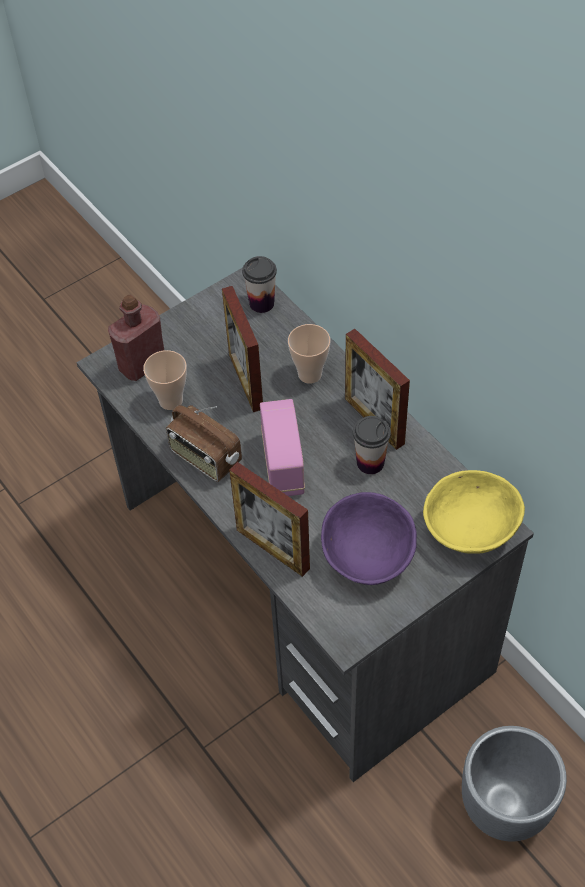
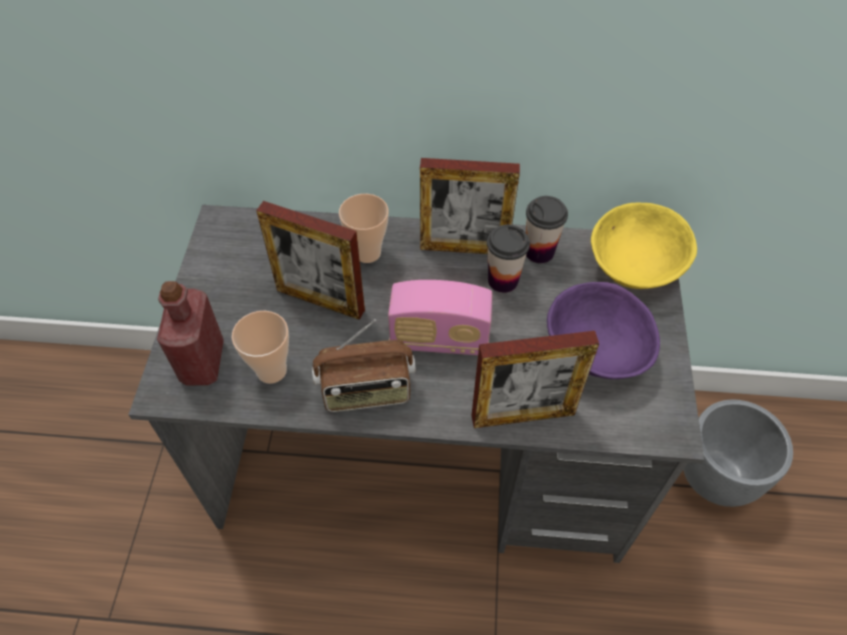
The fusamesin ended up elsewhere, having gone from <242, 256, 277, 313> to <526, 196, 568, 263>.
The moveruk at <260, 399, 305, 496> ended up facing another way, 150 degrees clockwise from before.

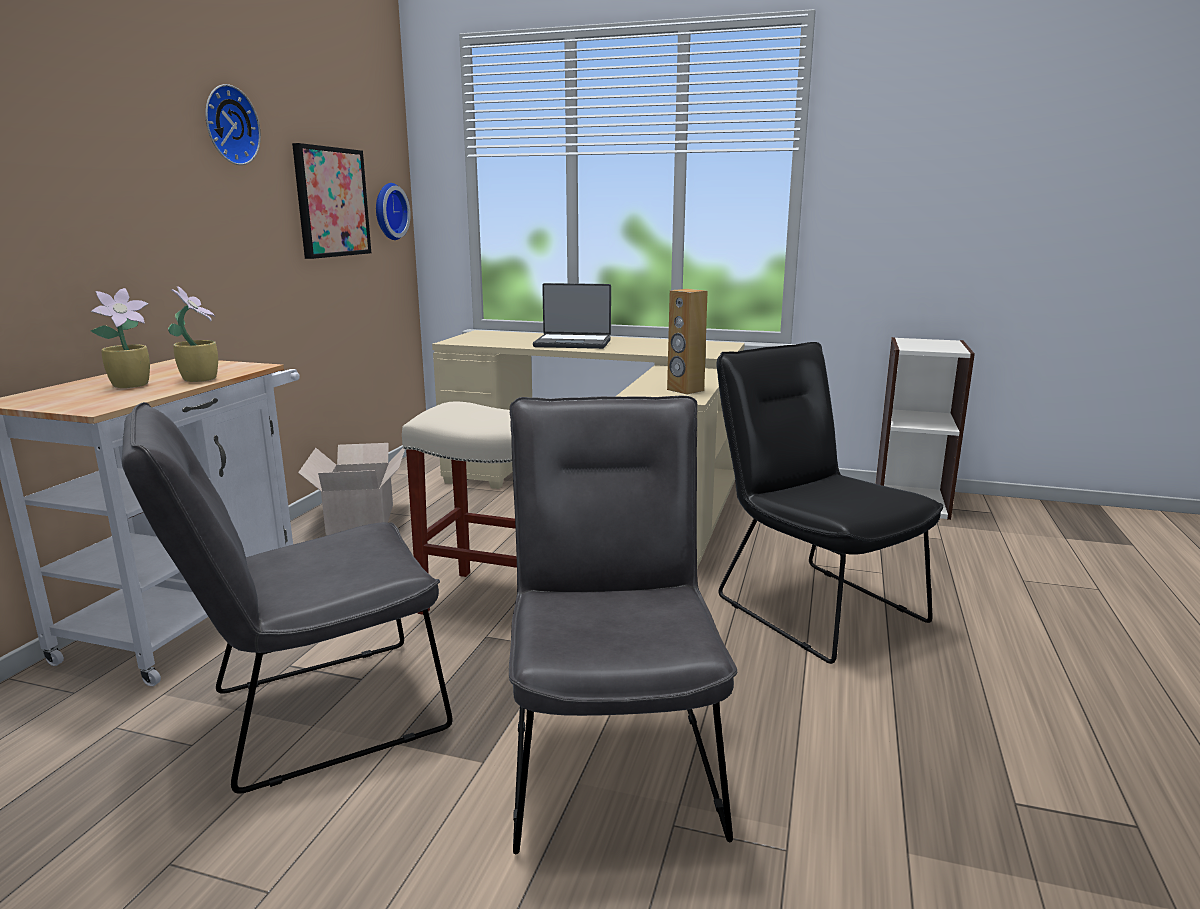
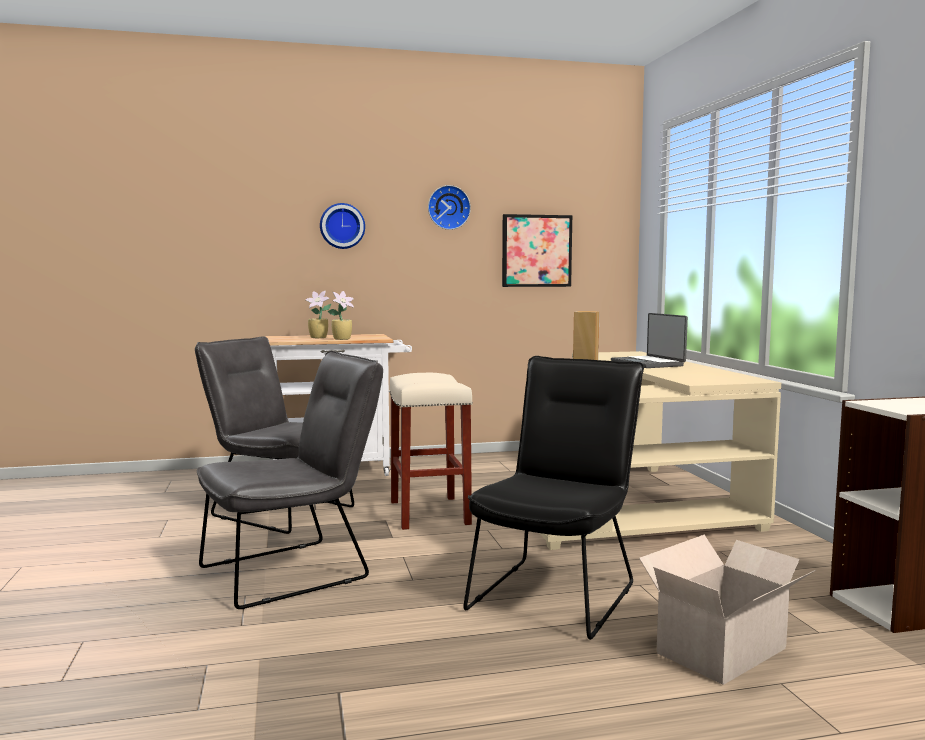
The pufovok ended up elsewhere, having gone from <298, 443, 405, 536> to <639, 535, 816, 685>.
The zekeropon ended up elsewhere, having gone from <376, 183, 411, 240> to <320, 203, 365, 249>.

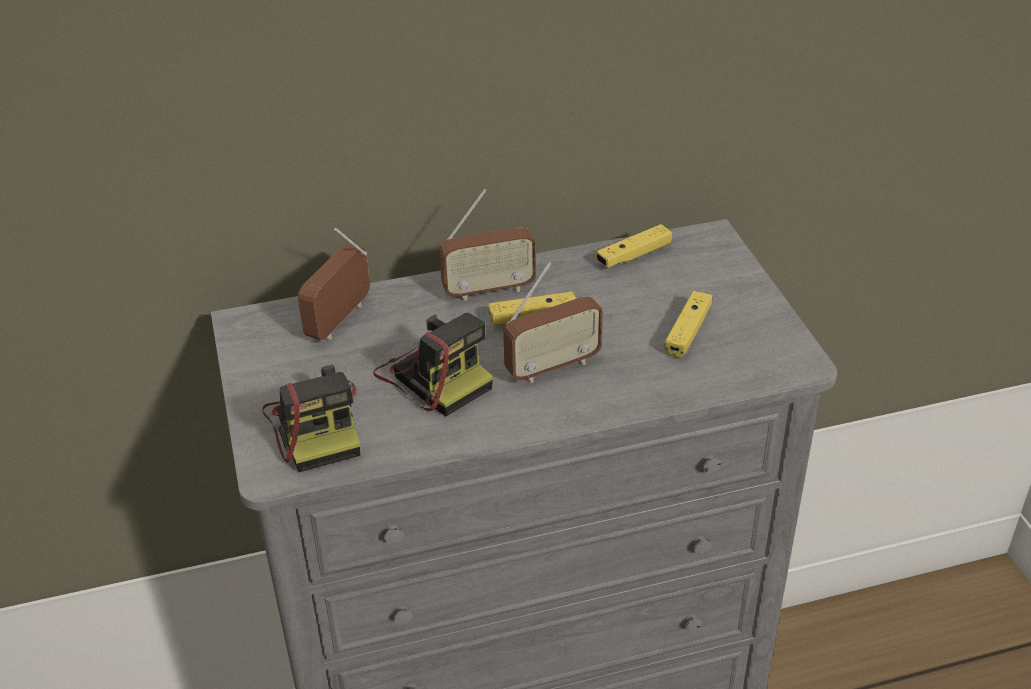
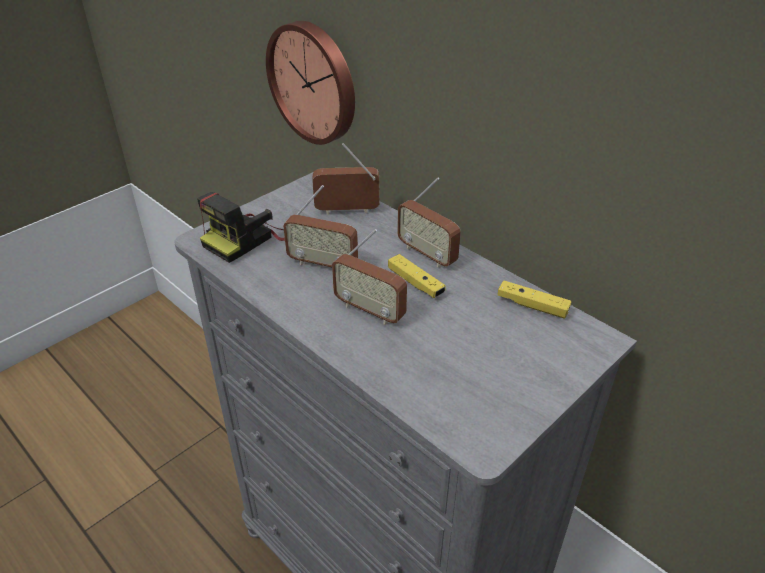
The second view lost the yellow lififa at <665, 291, 712, 358>.
The second view gained the zekeropon at <266, 21, 355, 145>.
Where the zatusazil stood at <374, 313, 493, 416>, the moveruk came to stand at <283, 185, 358, 267>.

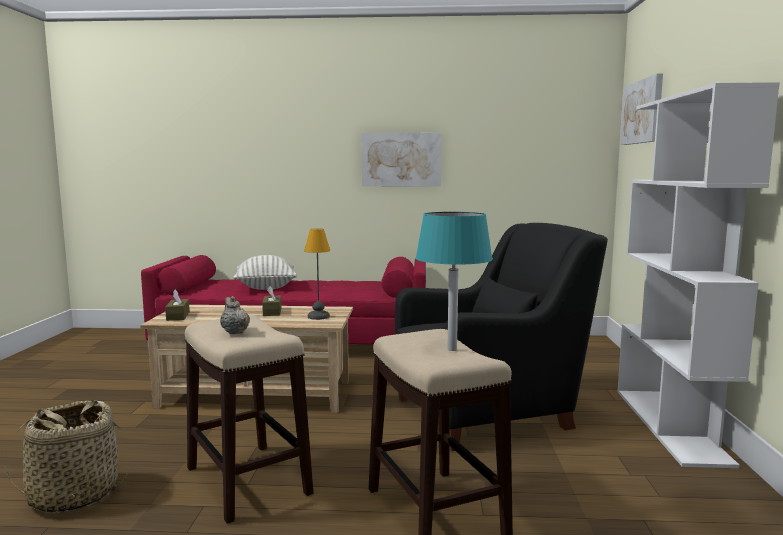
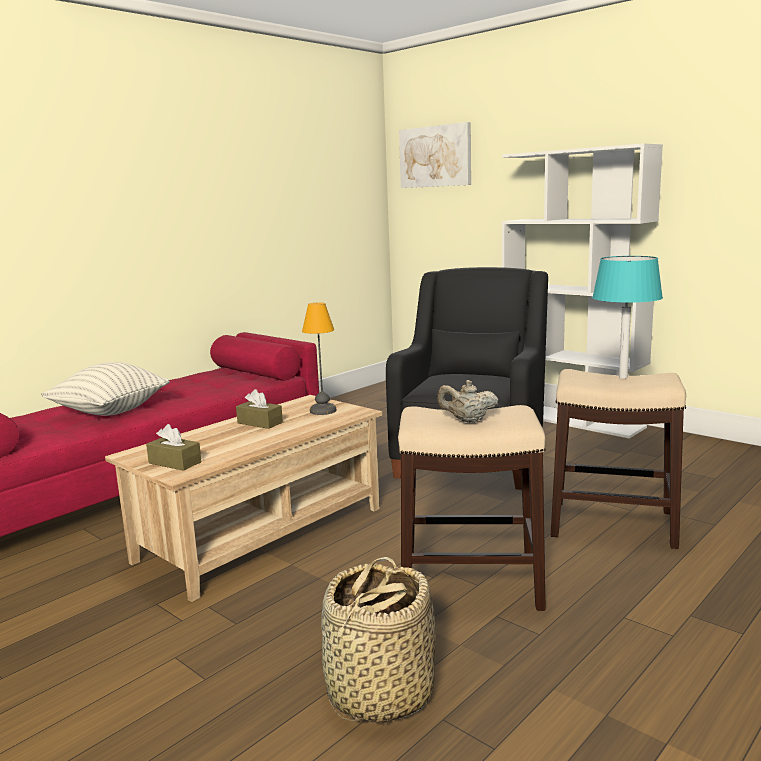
The second view lost the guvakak at <362, 132, 441, 186>.

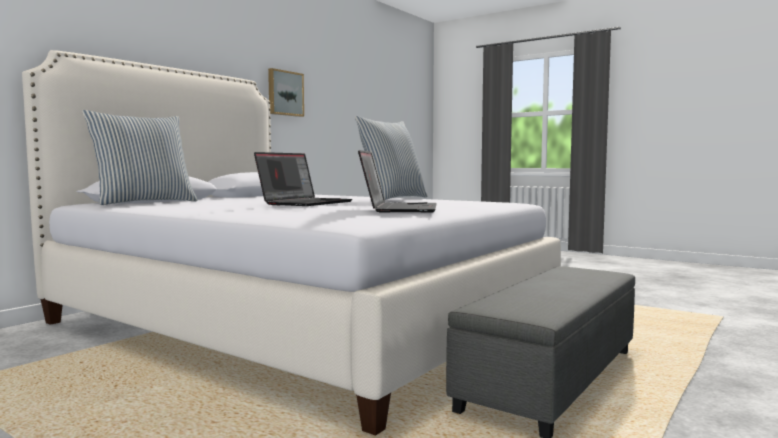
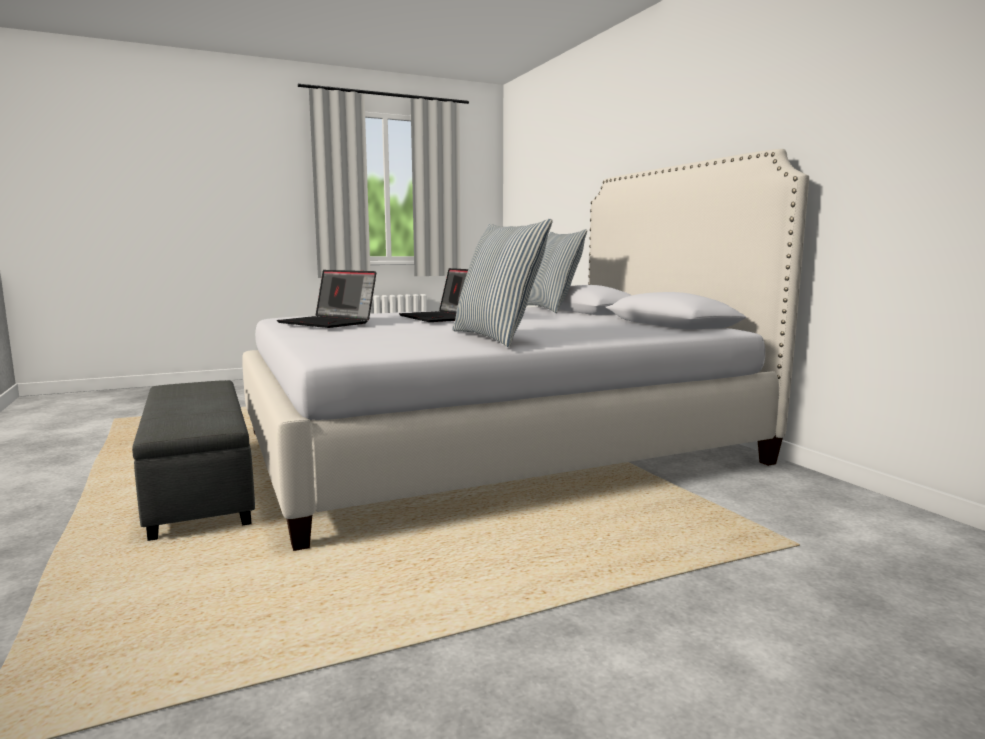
The second view lost the guvakak at <268, 68, 304, 117>.

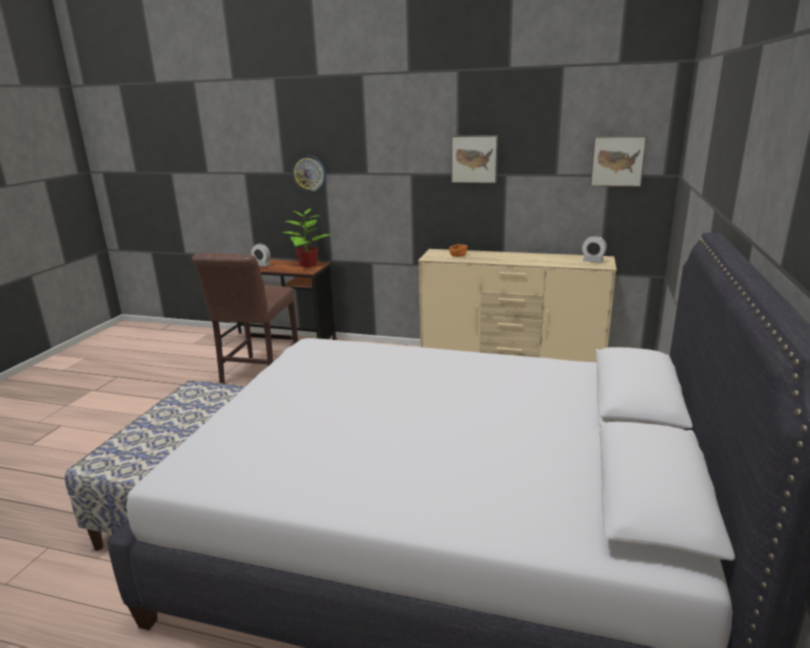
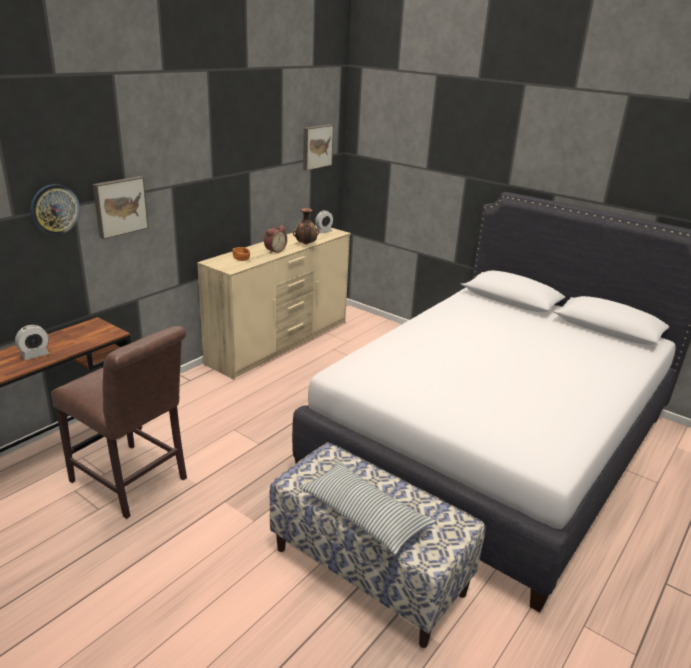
The second view lost the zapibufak at <282, 208, 333, 267>.
The second view gained the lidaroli at <264, 225, 287, 254>.
The second view gained the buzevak at <293, 208, 319, 245>.
The second view gained the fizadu at <299, 461, 436, 555>.
The guvakak ended up elsewhere, having gone from <451, 135, 498, 183> to <93, 176, 149, 239>.

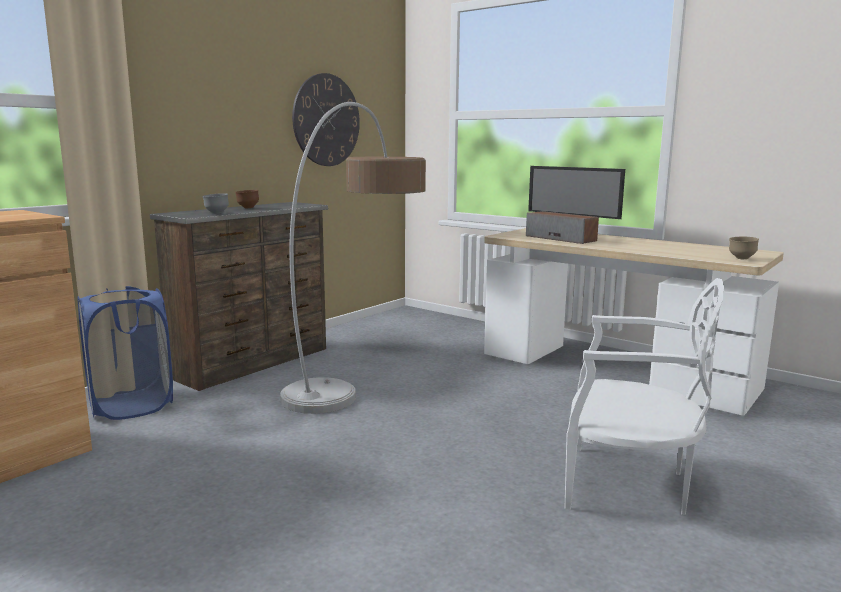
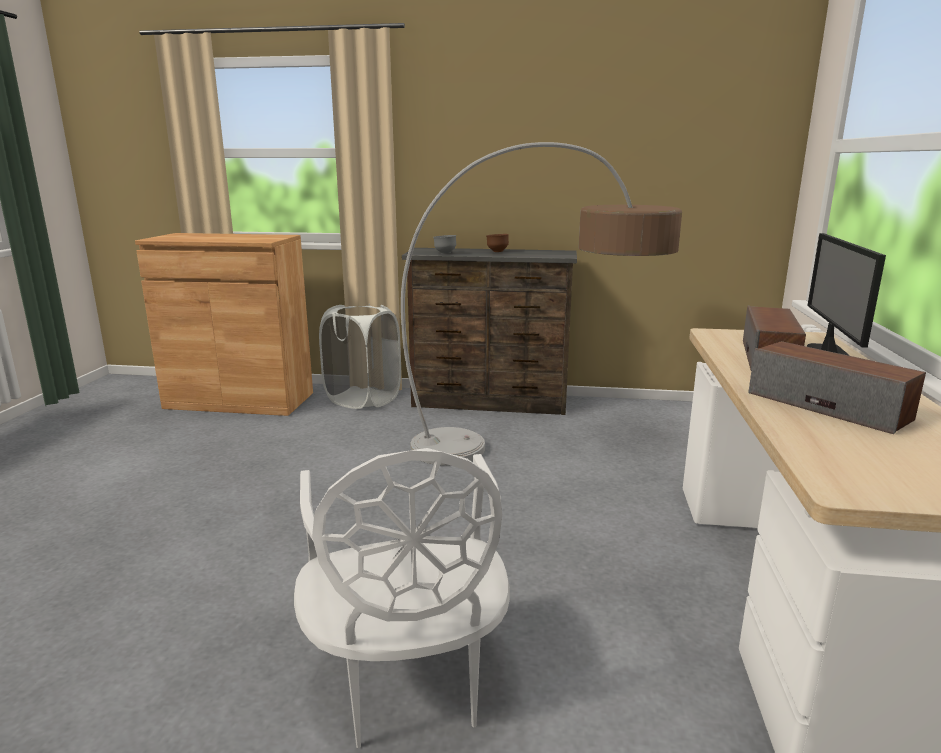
The second view lost the zekeropon at <292, 73, 360, 166>.
The second view lost the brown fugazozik at <729, 237, 759, 259>.
The second view gained the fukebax at <748, 341, 926, 434>.
What was the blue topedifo at <78, 286, 173, 420> turned into the white topedifo at <319, 303, 401, 409>.

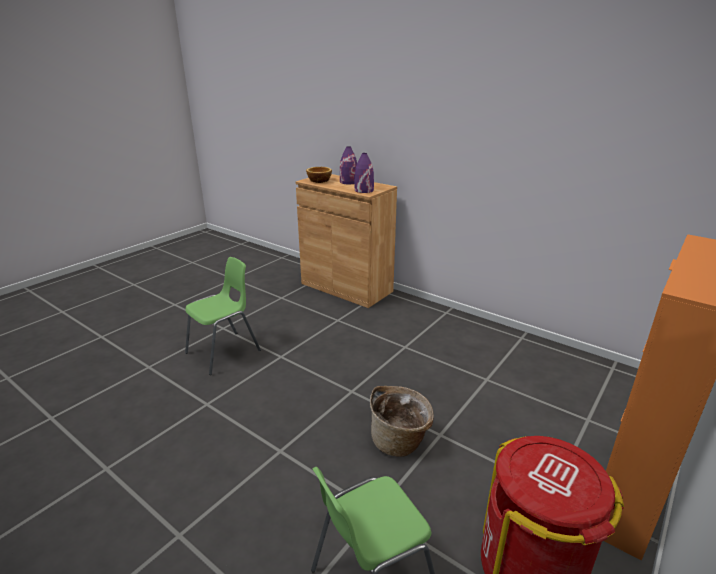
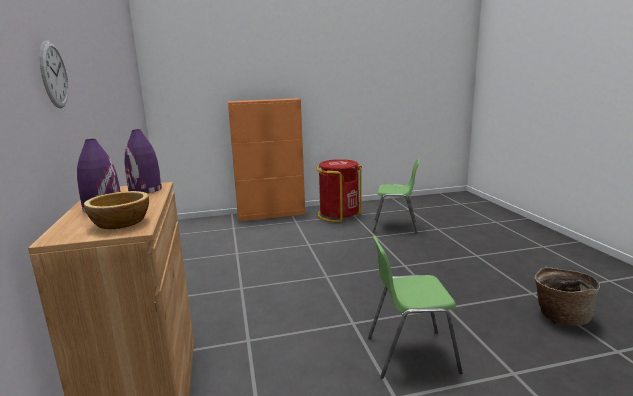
The second view gained the zekeropon at <39, 41, 69, 108>.
The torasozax ended up elsewhere, having gone from <370, 386, 434, 457> to <534, 266, 600, 325>.

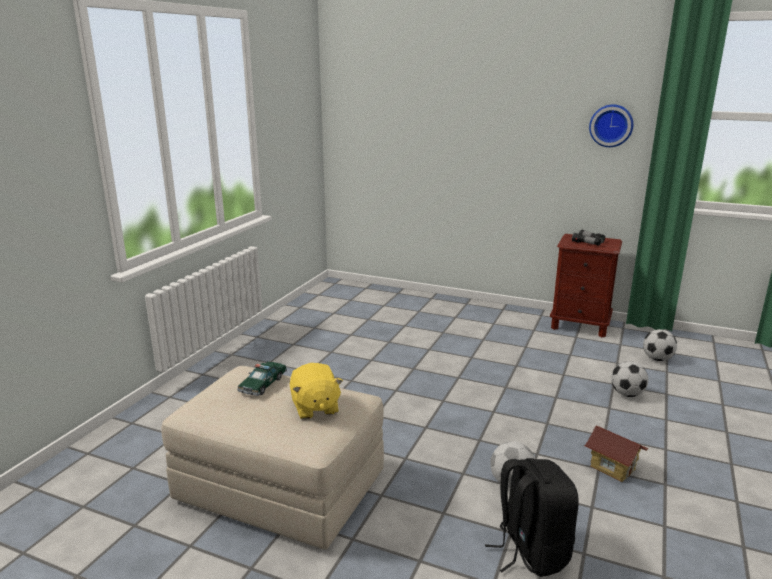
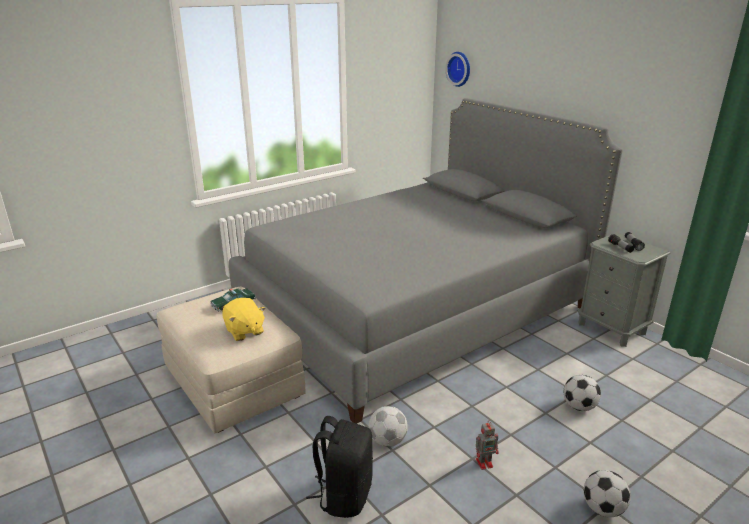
The second view gained the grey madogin at <229, 98, 623, 424>.
The zekeropon ended up elsewhere, having gone from <589, 104, 633, 147> to <445, 52, 470, 87>.
The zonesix ended up elsewhere, having gone from <643, 329, 677, 361> to <584, 470, 631, 517>.
Where the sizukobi stood at <584, 425, 648, 482>, the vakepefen came to stand at <476, 422, 499, 470>.
What was the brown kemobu at <550, 234, 622, 337> turned into the grey kemobu at <578, 232, 670, 347>.
The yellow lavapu at <290, 363, 343, 419> ended up facing another way, 45 degrees counterclockwise from before.

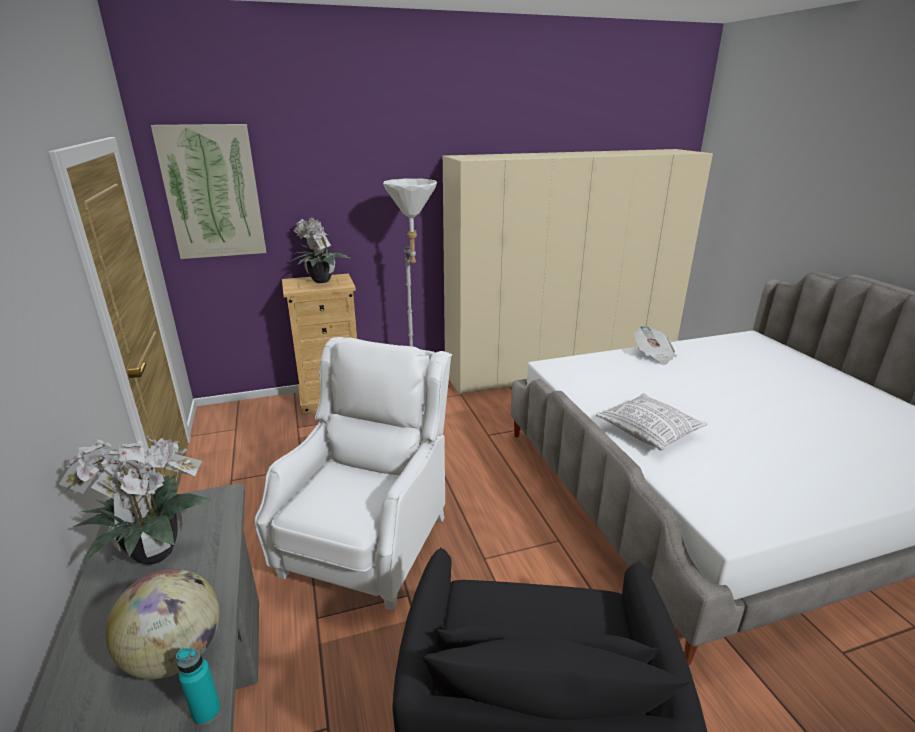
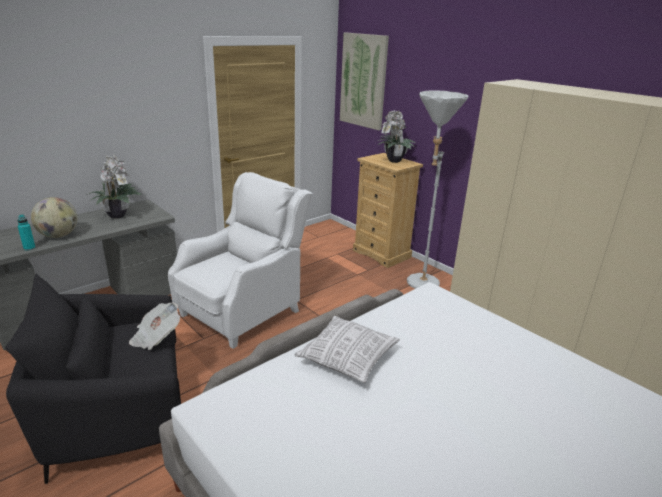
The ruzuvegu ended up elsewhere, having gone from <634, 325, 677, 365> to <129, 303, 180, 350>.
The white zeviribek at <255, 337, 452, 611> ended up facing another way, 45 degrees counterclockwise from before.

